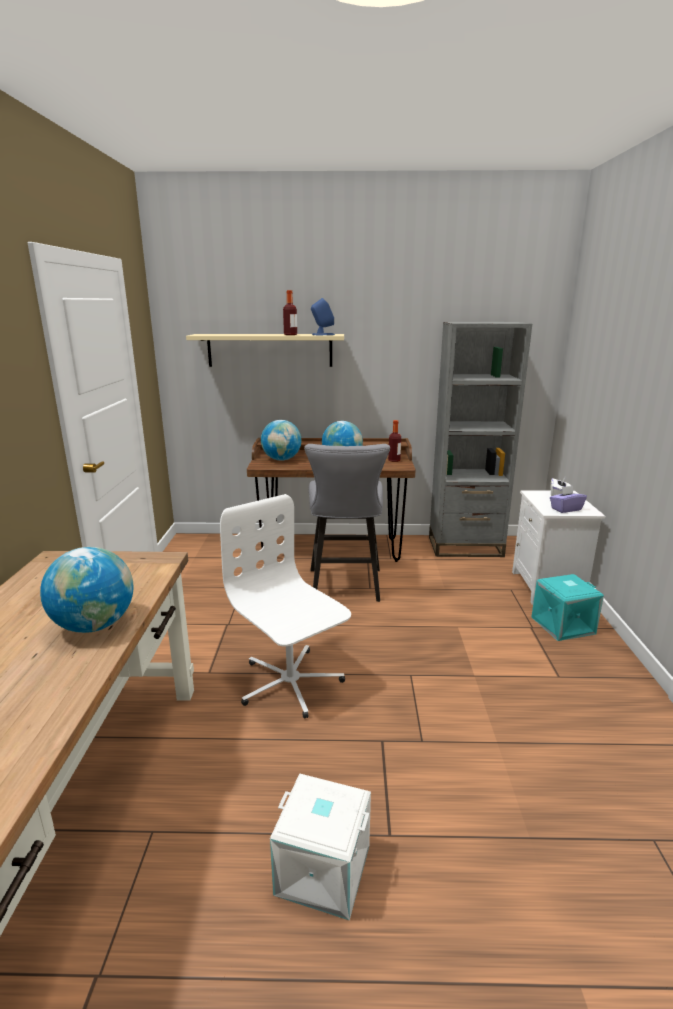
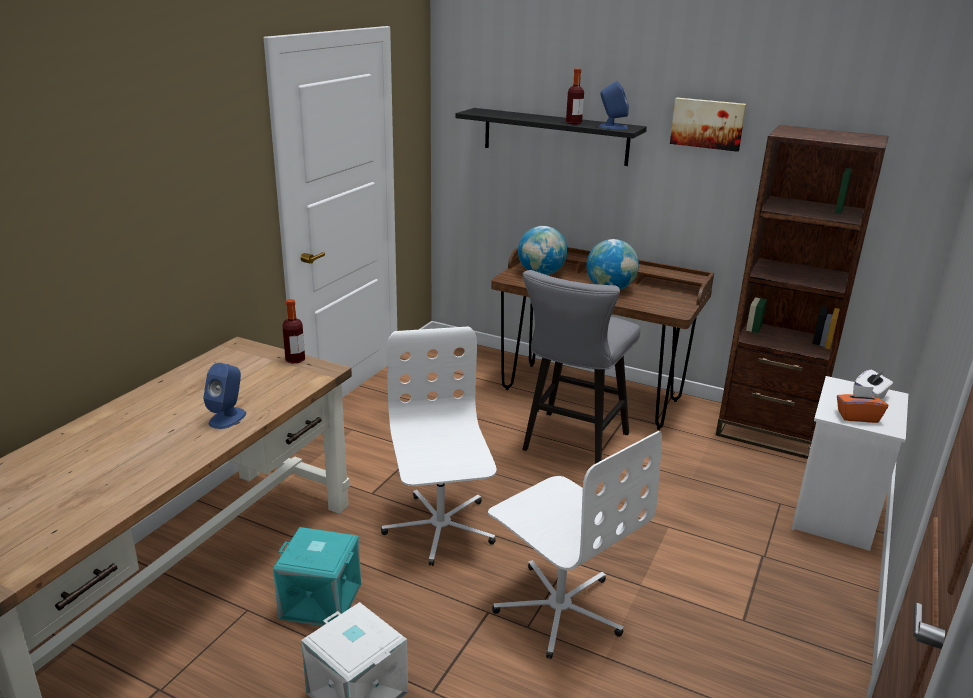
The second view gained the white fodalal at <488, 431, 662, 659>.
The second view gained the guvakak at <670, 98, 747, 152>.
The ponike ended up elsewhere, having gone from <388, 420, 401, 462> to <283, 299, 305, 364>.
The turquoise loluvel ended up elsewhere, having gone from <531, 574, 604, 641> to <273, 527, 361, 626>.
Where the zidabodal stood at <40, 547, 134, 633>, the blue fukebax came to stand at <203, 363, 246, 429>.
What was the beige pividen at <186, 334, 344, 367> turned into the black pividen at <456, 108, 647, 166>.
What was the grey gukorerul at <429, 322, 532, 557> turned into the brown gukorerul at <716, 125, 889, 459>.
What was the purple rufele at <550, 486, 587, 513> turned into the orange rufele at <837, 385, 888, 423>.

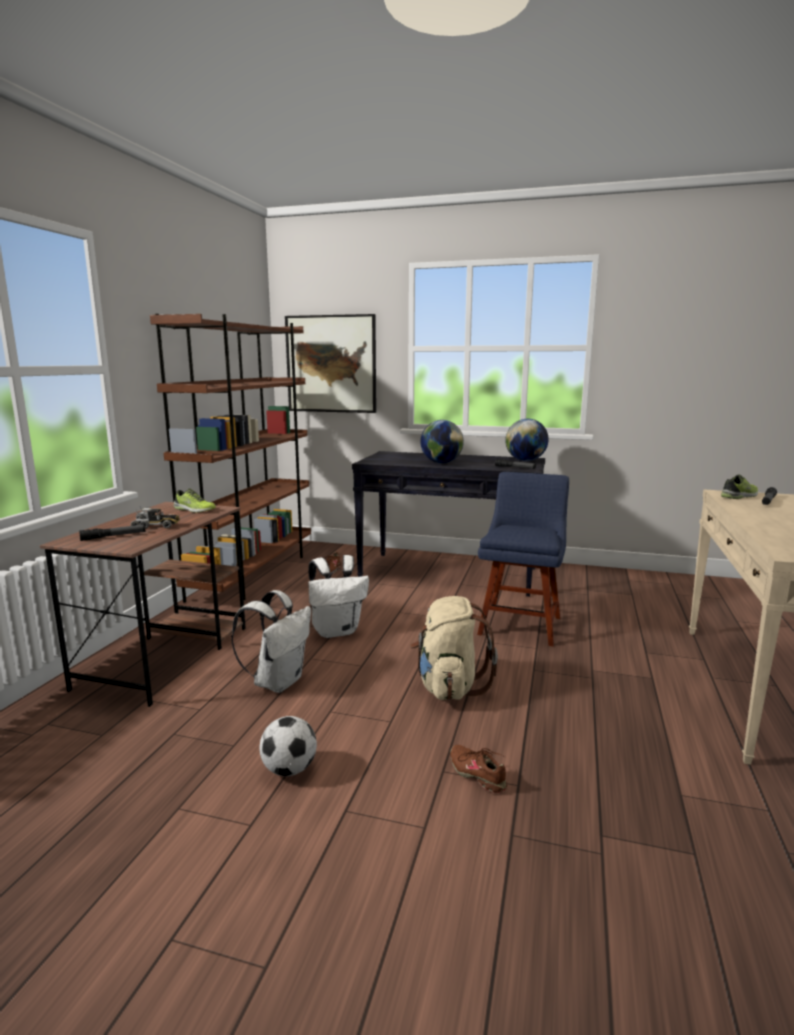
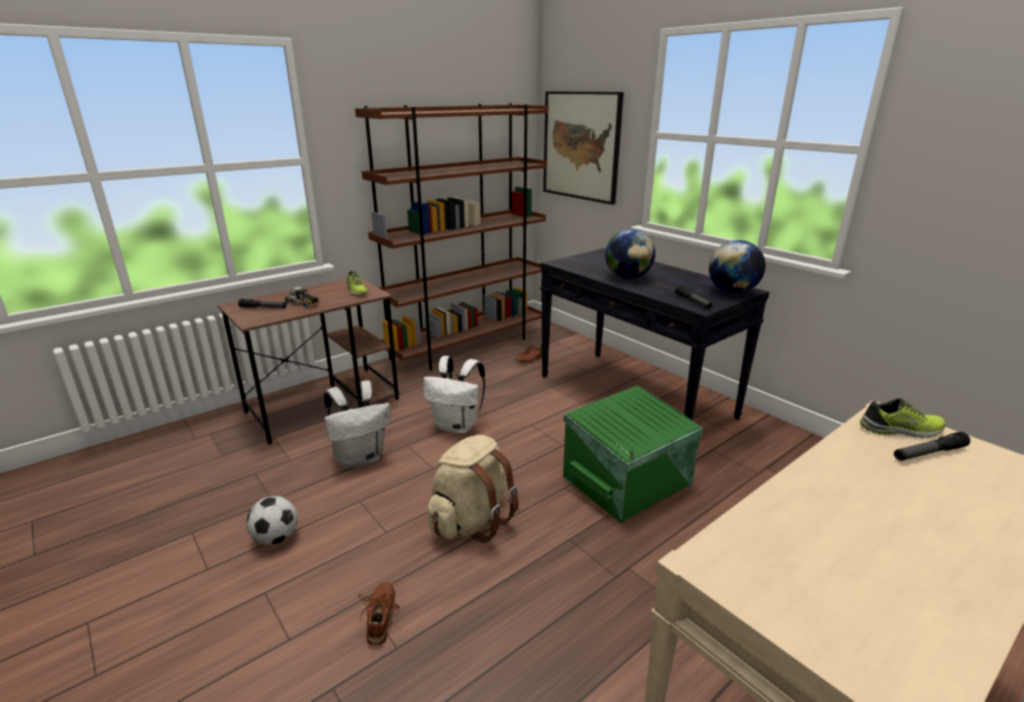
Where the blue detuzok stood at <477, 472, 569, 646>, the green loluvel came to stand at <563, 385, 703, 524>.

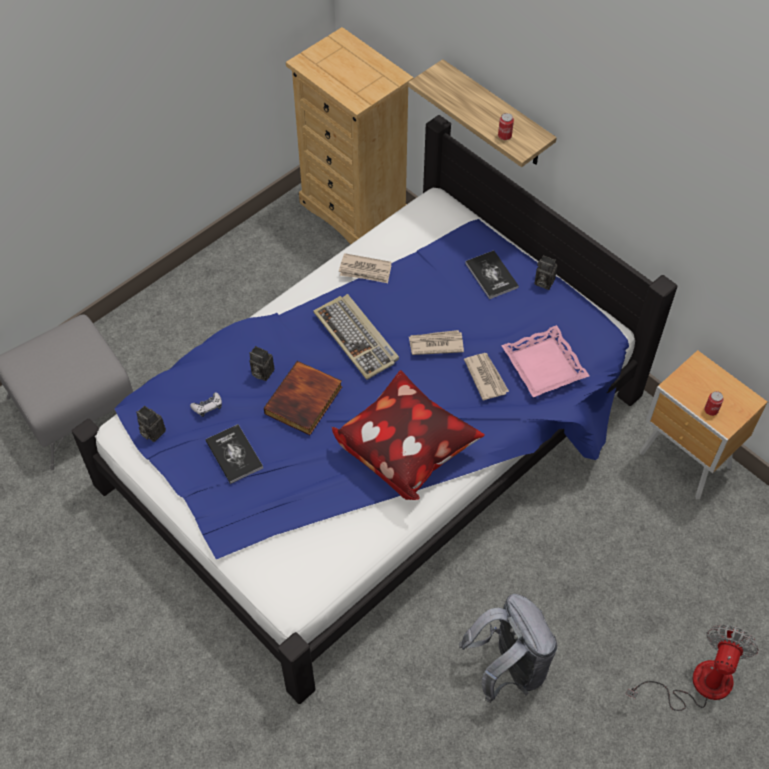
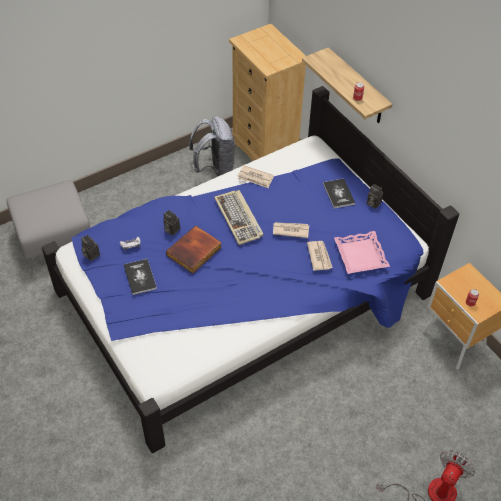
The second view lost the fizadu at <332, 370, 485, 500>.
The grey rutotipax ended up elsewhere, having gone from <459, 594, 557, 703> to <189, 116, 235, 176>.

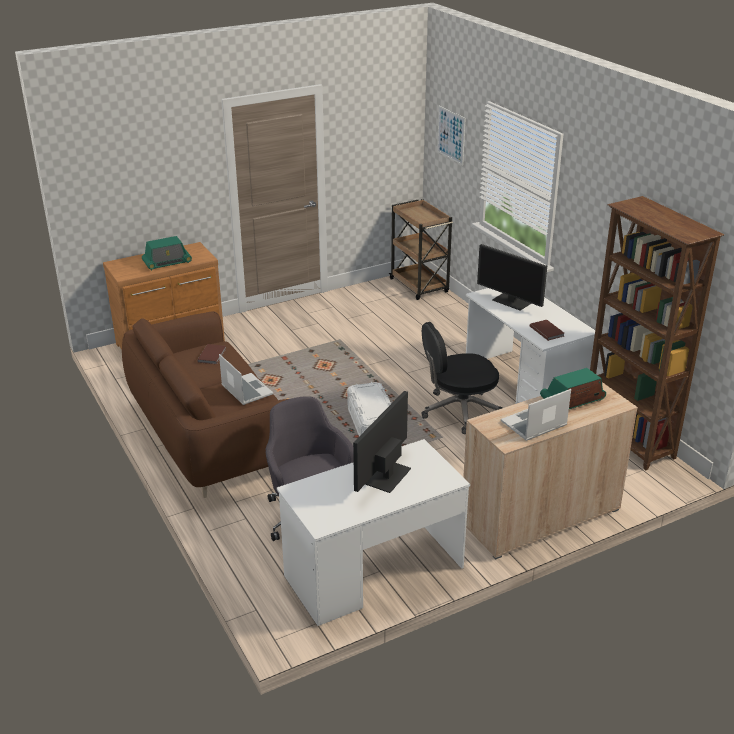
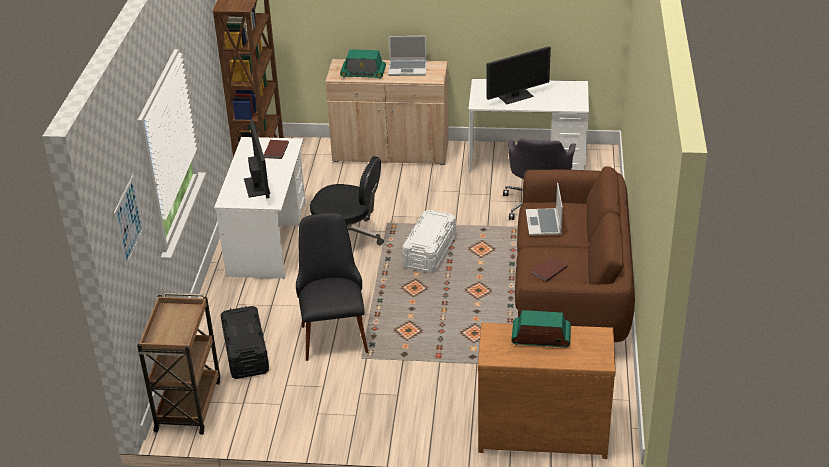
The second view gained the black loluvel at <221, 306, 269, 379>.
The second view gained the black detuzok at <296, 213, 368, 361>.

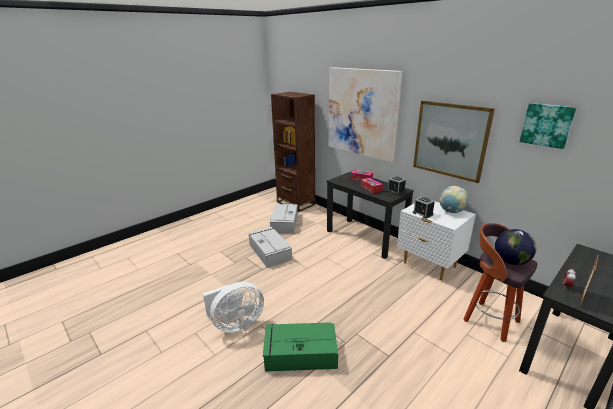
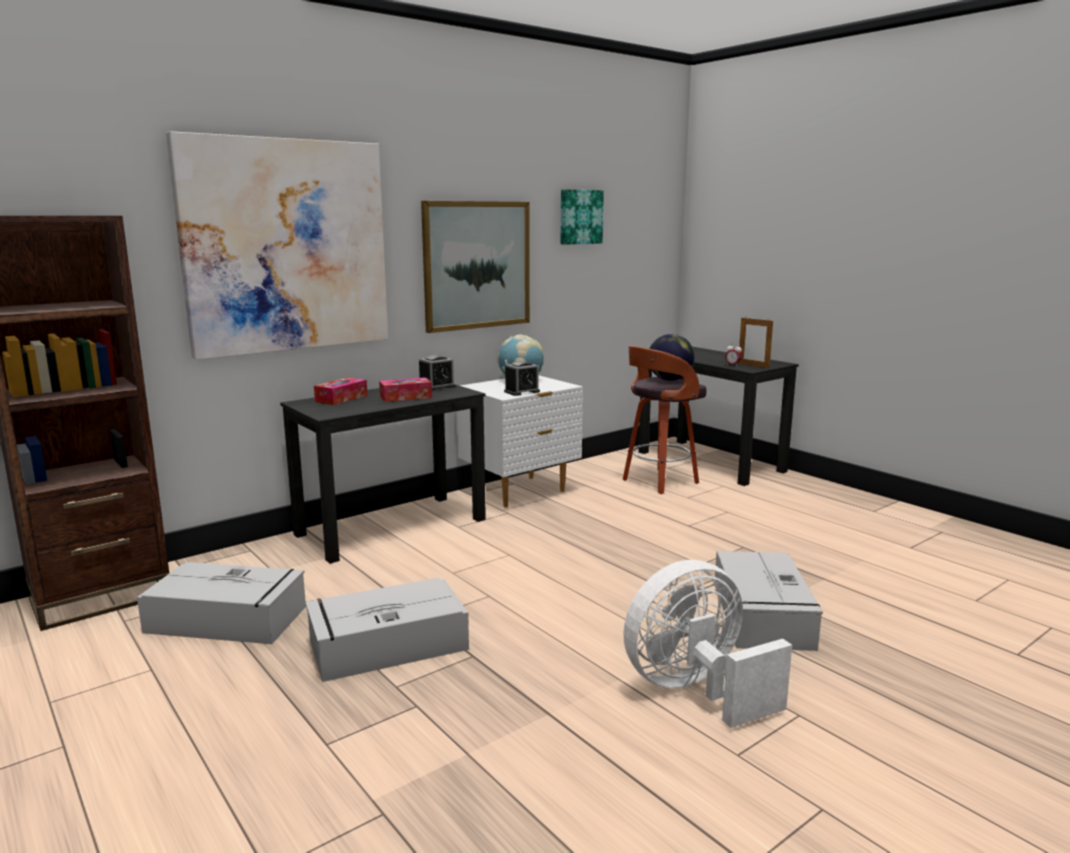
What was the green loluvel at <263, 322, 338, 372> turned into the grey loluvel at <715, 551, 823, 651>.
The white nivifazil at <203, 282, 264, 333> ended up facing another way, 90 degrees counterclockwise from before.

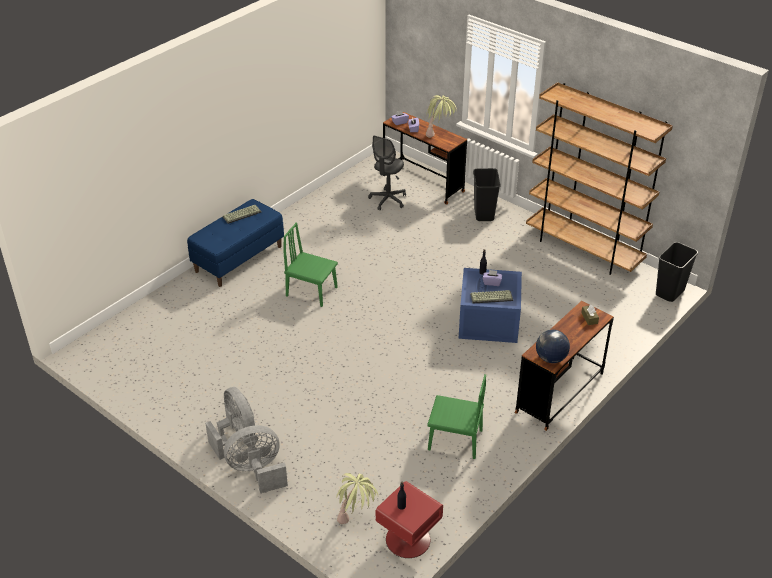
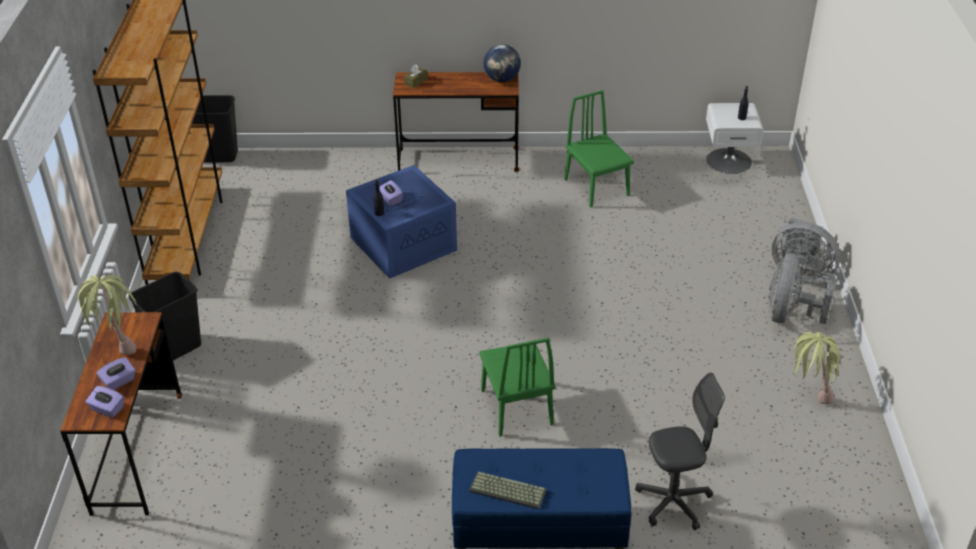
The second view lost the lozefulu at <470, 290, 513, 304>.
The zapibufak ended up elsewhere, having gone from <336, 473, 378, 524> to <793, 332, 839, 404>.
The grey fodalal ended up elsewhere, having gone from <368, 136, 406, 210> to <635, 372, 725, 530>.
What was the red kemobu at <376, 481, 443, 558> turned into the white kemobu at <706, 103, 764, 174>.

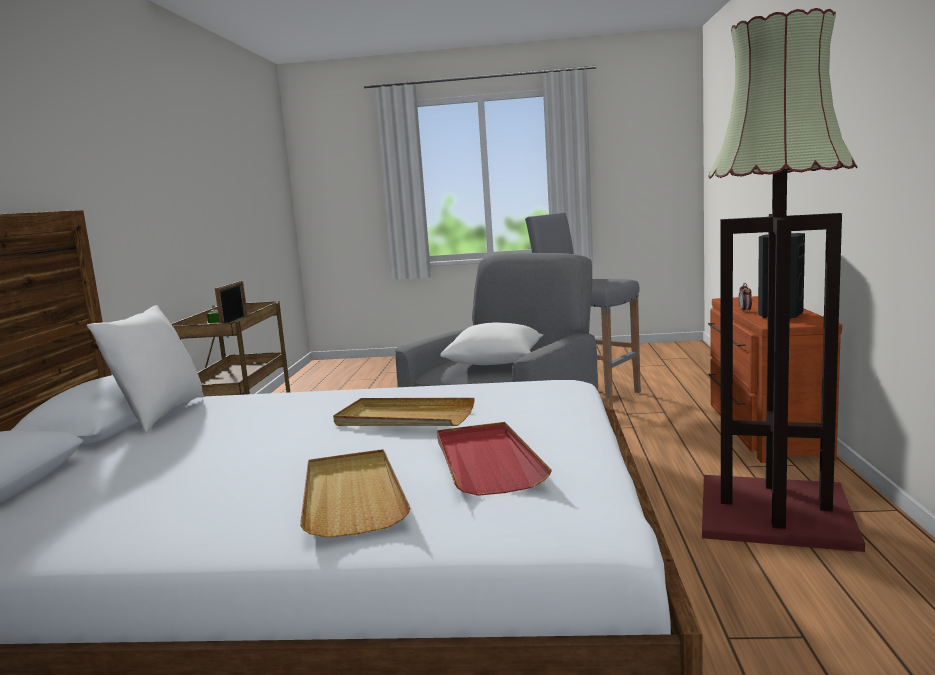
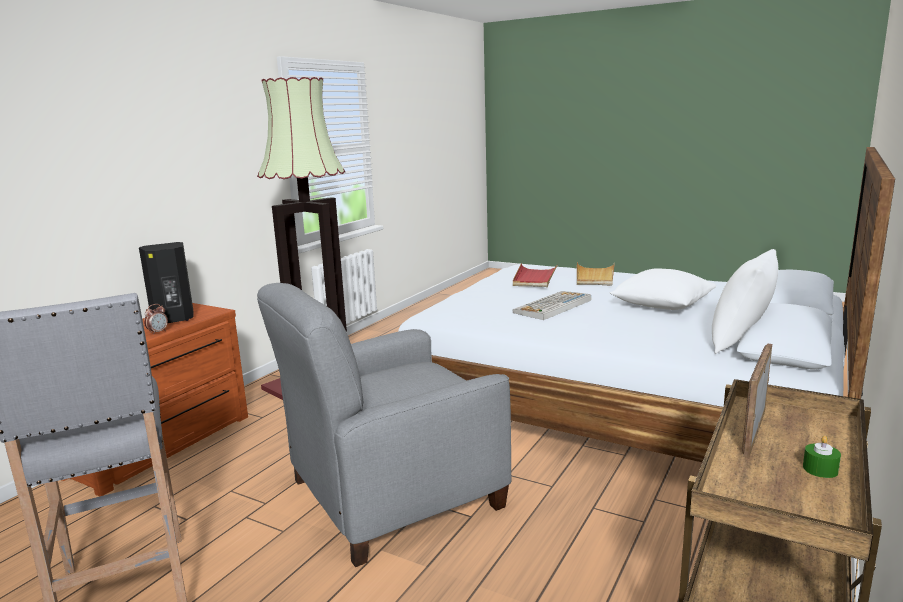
The white fizadu ended up elsewhere, having gone from <440, 322, 543, 365> to <610, 268, 716, 310>.
Where the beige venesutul stood at <333, 398, 475, 426>, the lozefulu came to stand at <513, 291, 591, 320>.

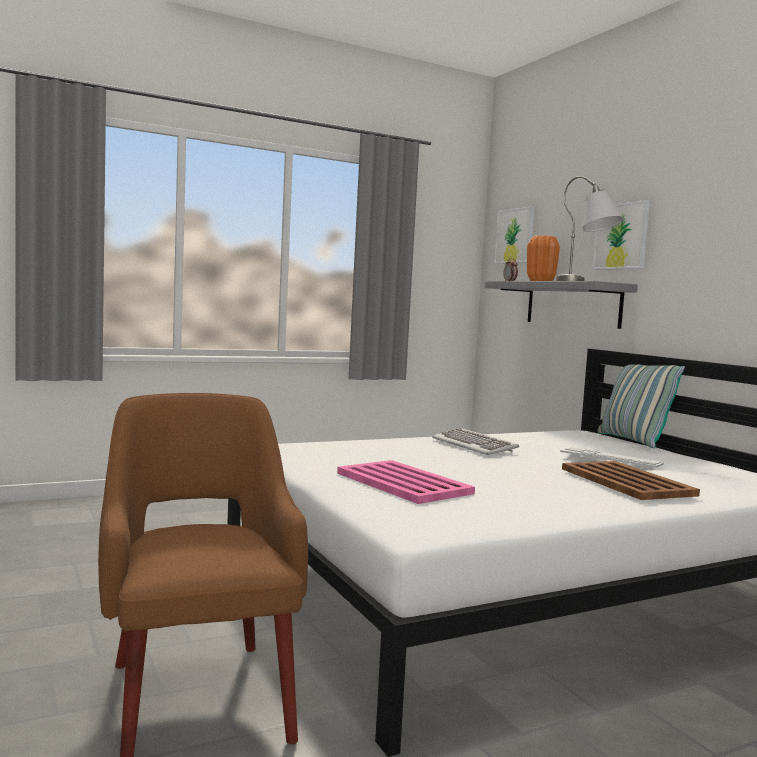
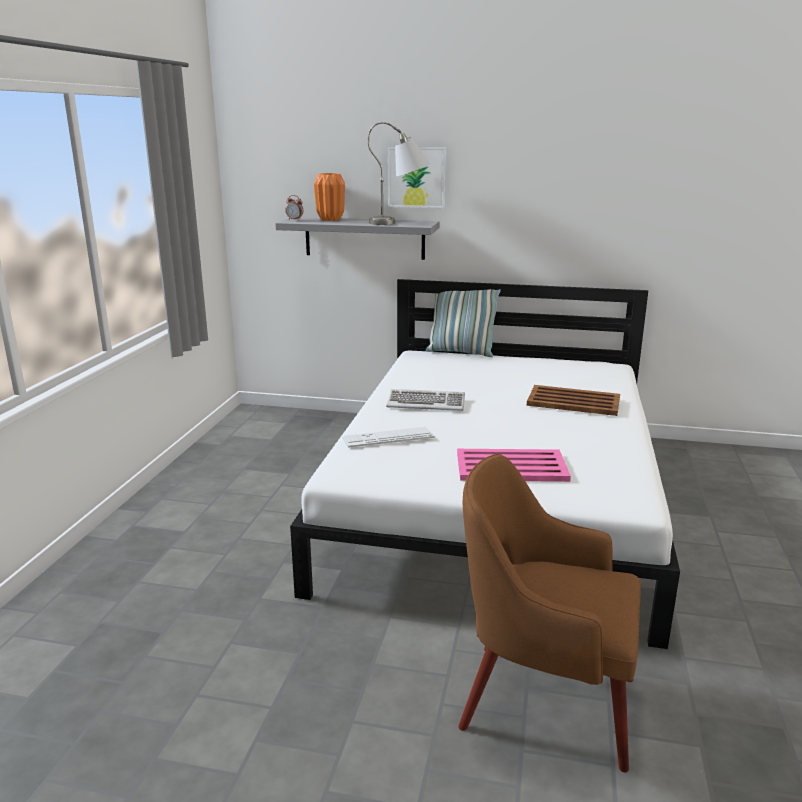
The second view lost the guvakak at <494, 206, 534, 264>.
The lozefulu ended up elsewhere, having gone from <560, 447, 664, 468> to <342, 427, 435, 448>.

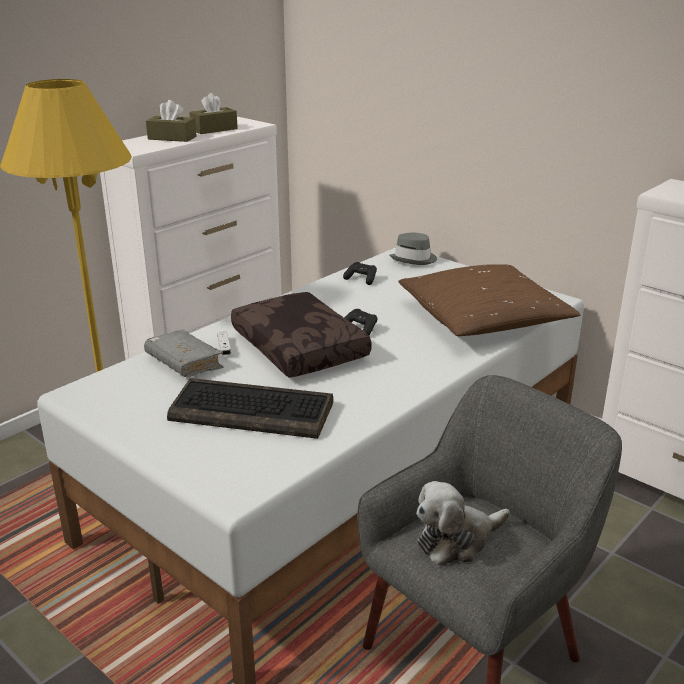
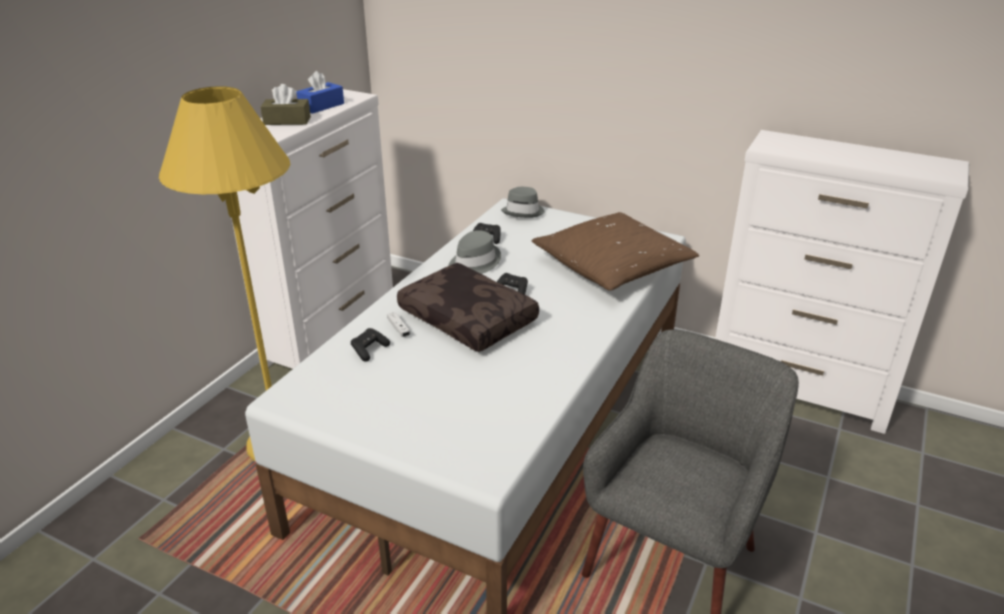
The second view lost the lozefulu at <167, 378, 333, 439>.
The second view lost the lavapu at <416, 481, 510, 565>.
The second view gained the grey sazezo at <448, 230, 501, 274>.
Where the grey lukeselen stood at <144, 329, 224, 377>, the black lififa came to stand at <351, 328, 390, 362>.
What was the brown rufele at <189, 93, 238, 134> turned into the blue rufele at <296, 71, 344, 114>.

